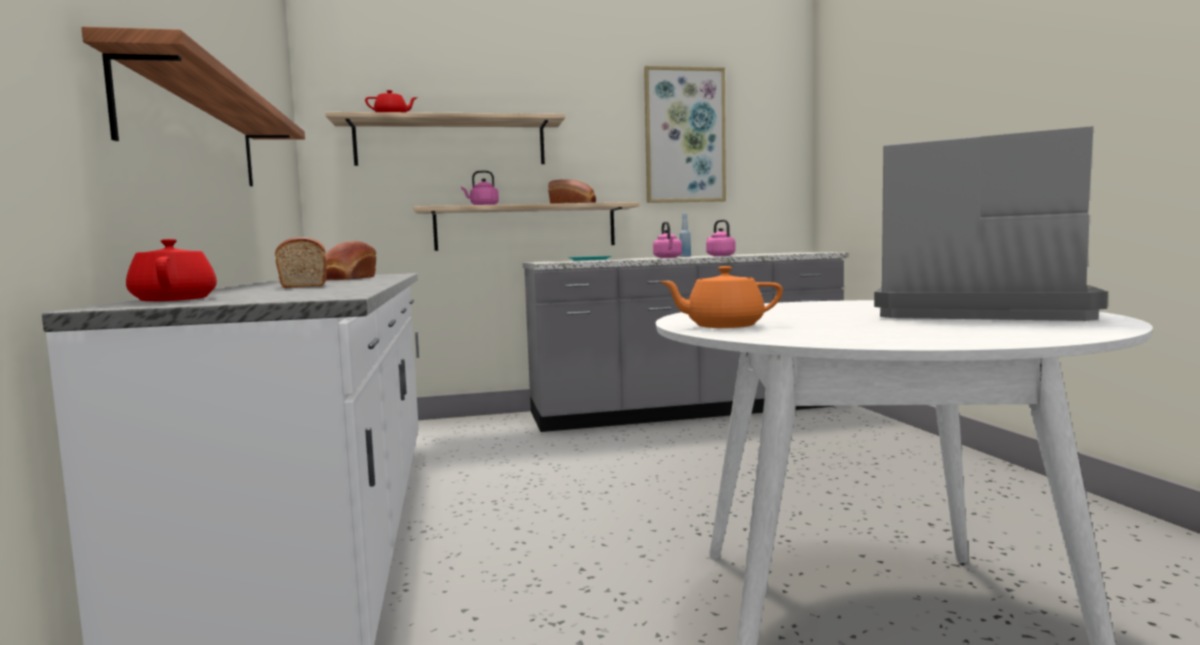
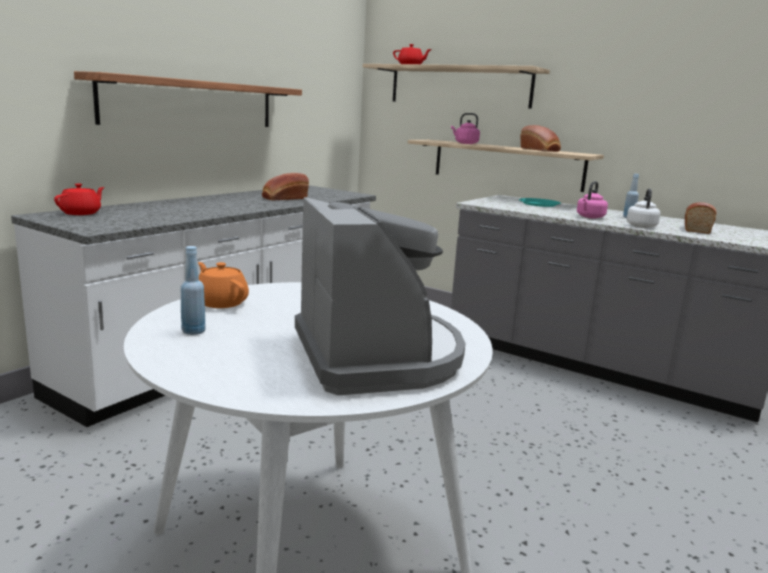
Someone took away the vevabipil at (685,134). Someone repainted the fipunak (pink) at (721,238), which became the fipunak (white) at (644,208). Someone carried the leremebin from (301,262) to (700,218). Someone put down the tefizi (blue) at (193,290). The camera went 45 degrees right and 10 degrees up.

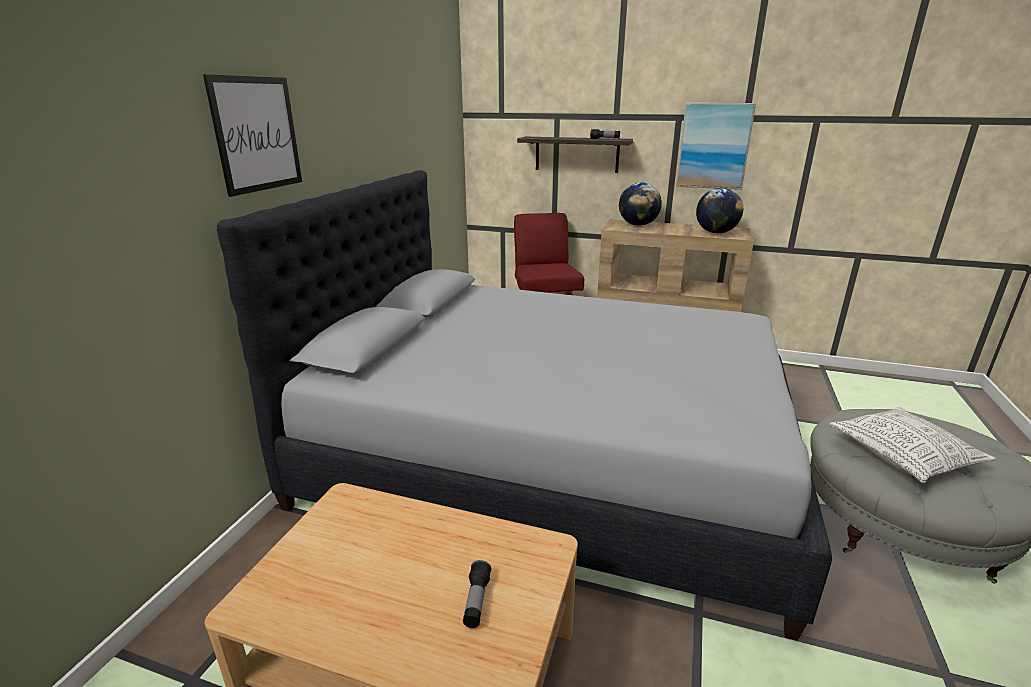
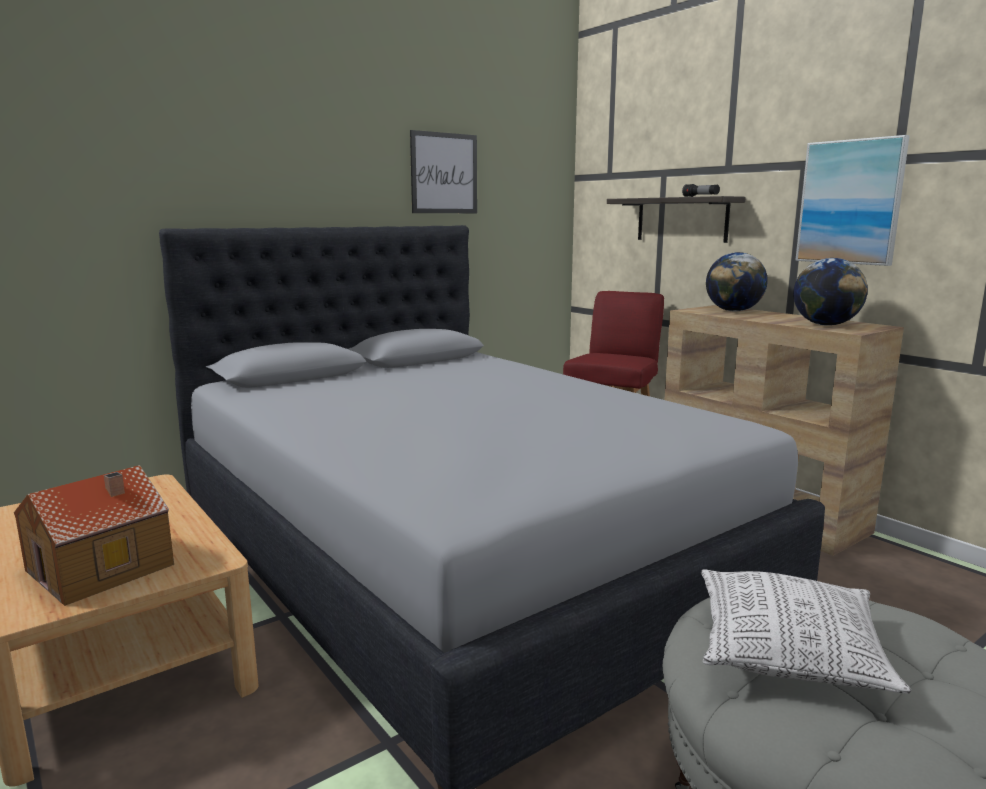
Someone carried the vevabipil from (252,135) to (443,171). Someone swapped the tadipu at (477,594) for the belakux at (94,535). The camera went 35 degrees right and 10 degrees down.

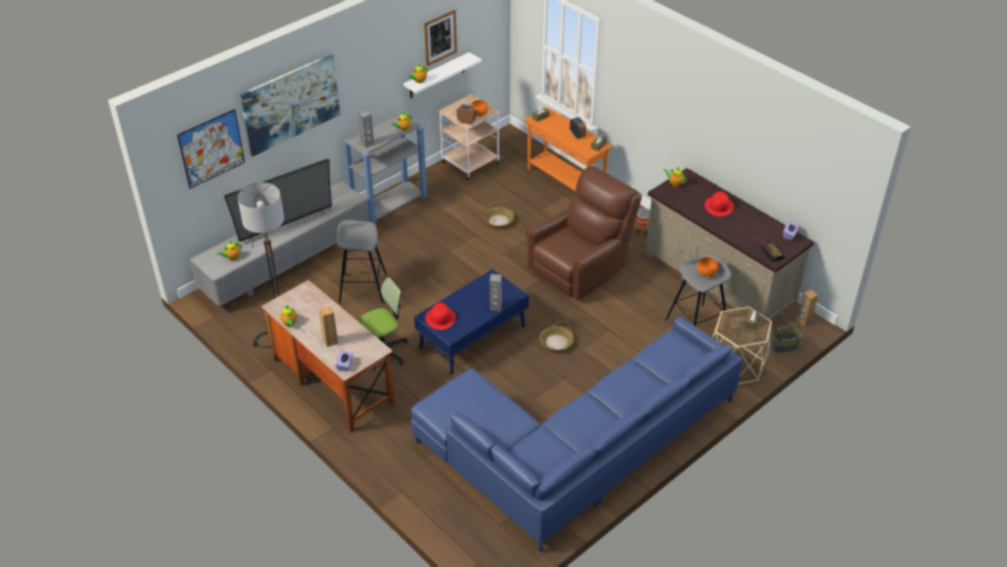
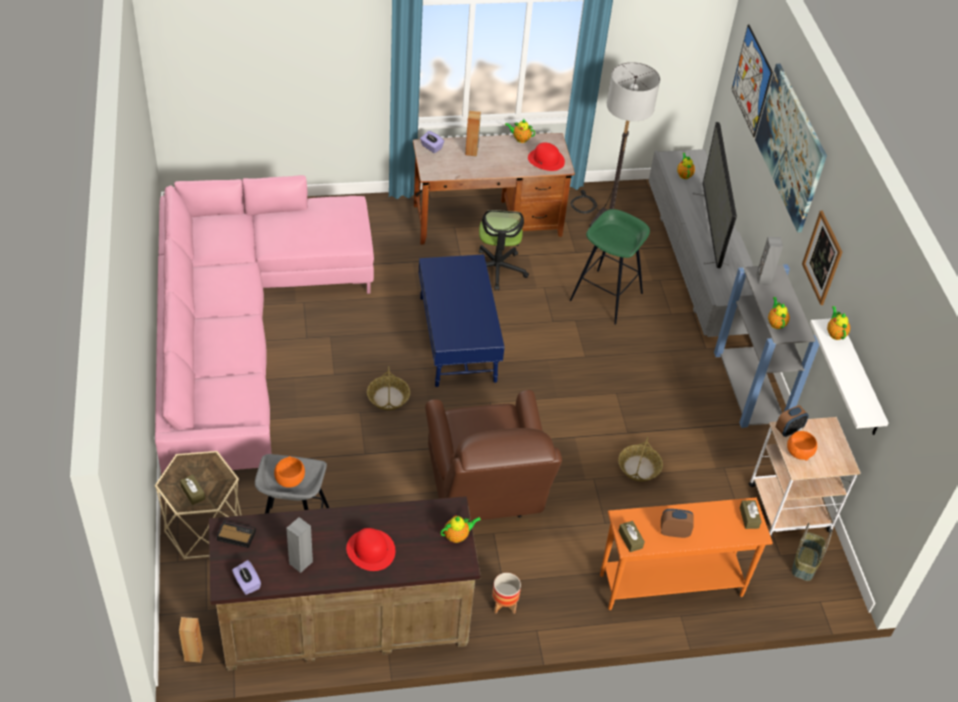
Someone carried the vevabipil from (440,37) to (822,258). Someone repainted the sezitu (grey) at (361,262), which became the sezitu (green) at (610,267). Someone carried the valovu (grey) from (496,292) to (299,545). Someone carried the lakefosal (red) from (440,316) to (546,156). Someone carried the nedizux from (786,333) to (812,552). Someone repainted the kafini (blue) at (577,434), which became the kafini (pink) at (264,324). The camera went 120 degrees right and 5 degrees up.

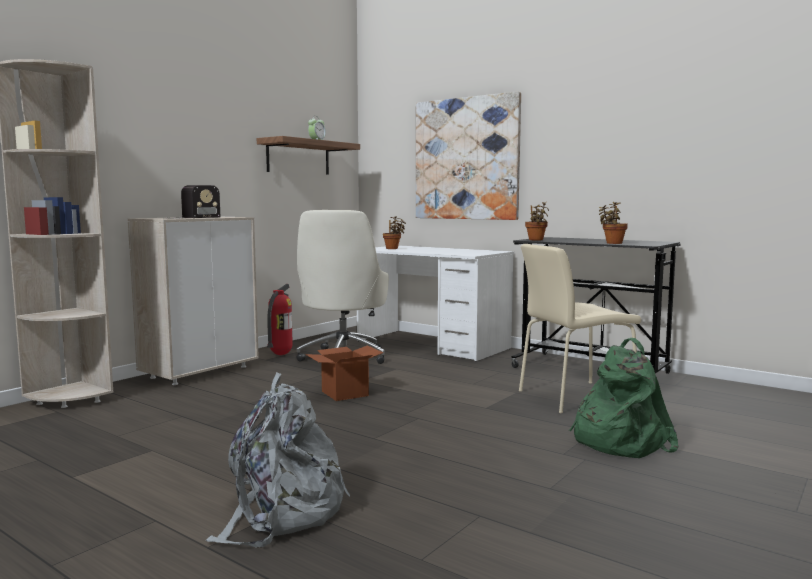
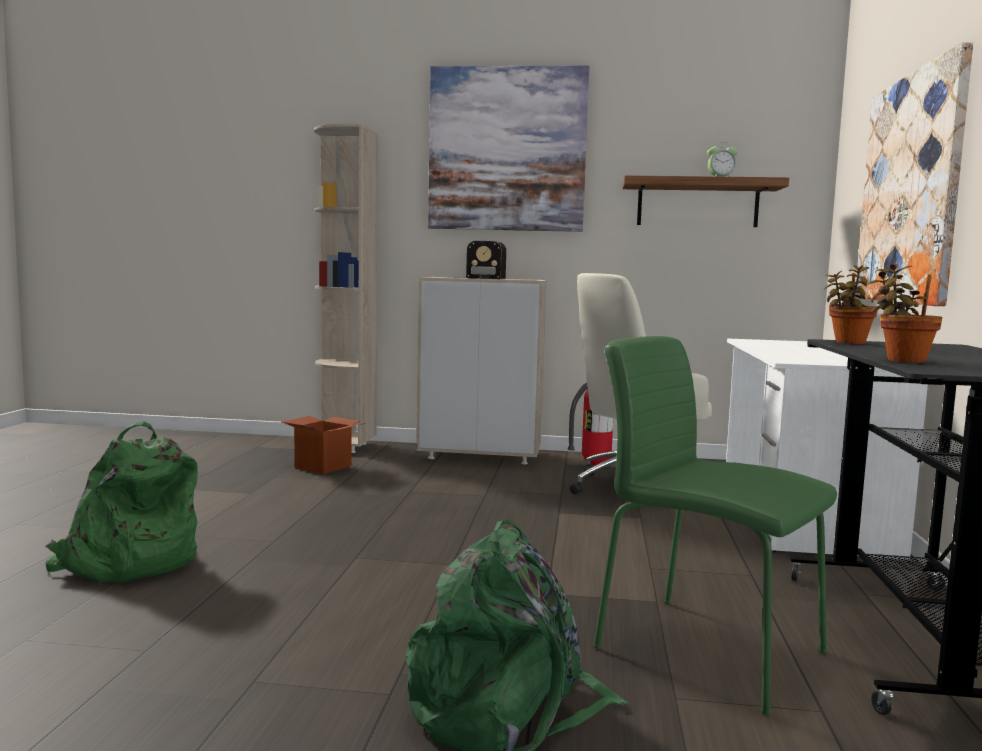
Someone took away the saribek at (394,232). Someone repainted the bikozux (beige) at (580,328), which became the bikozux (green) at (715,525). Someone carried the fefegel from (344,373) to (324,445). Someone repainted the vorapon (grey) at (278,459), which became the vorapon (green) at (121,502). Someone put up the vevabipil at (508,149). The camera went 60 degrees right and 0 degrees up.

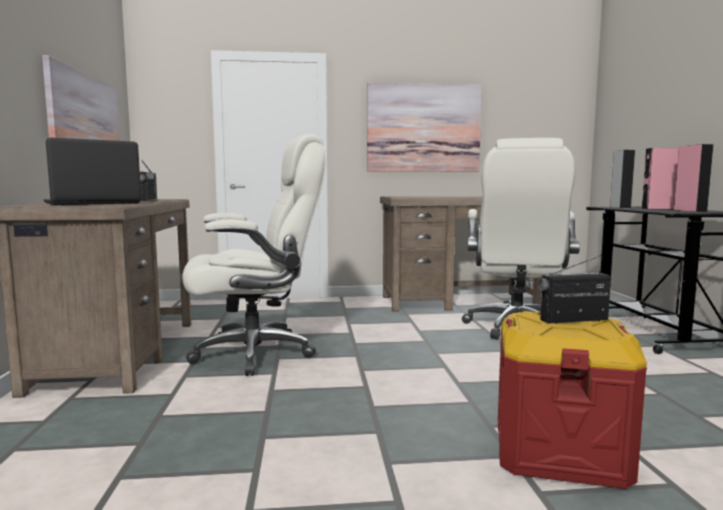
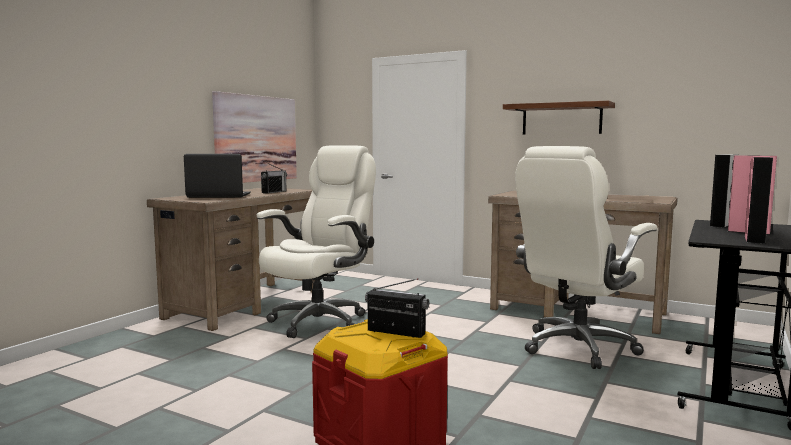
Someone swapped the vevabipil at (424,127) for the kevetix at (559,117). Someone rotated the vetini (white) at (254,255) by 75 degrees counterclockwise. The camera went 35 degrees right and 0 degrees up.

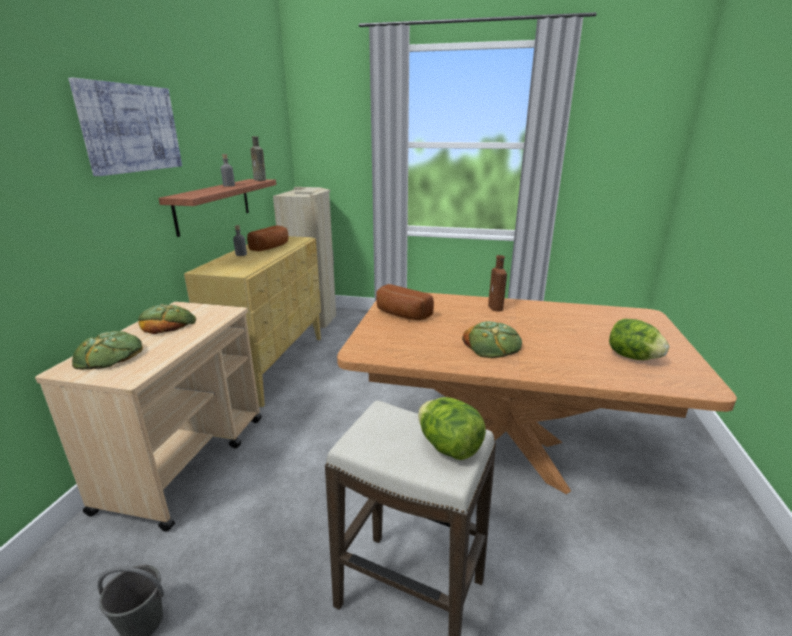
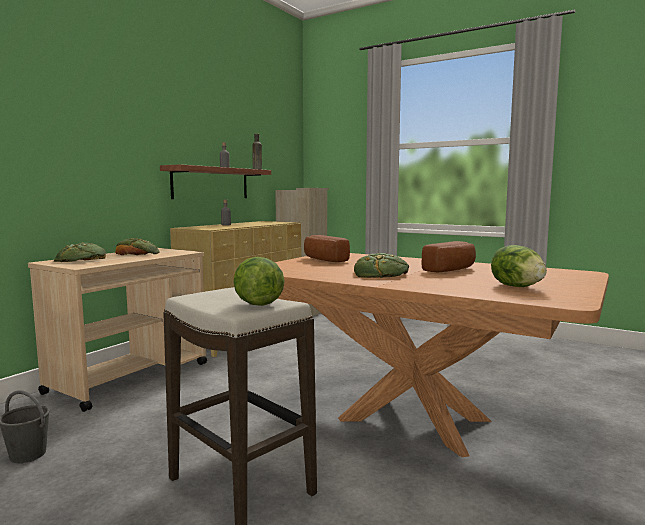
Someone took away the vevabipil at (125,127). Someone carried the leremebin from (267,238) to (449,257). Someone took away the tefizi (brown) at (497,283). The camera went 20 degrees right and 15 degrees down.

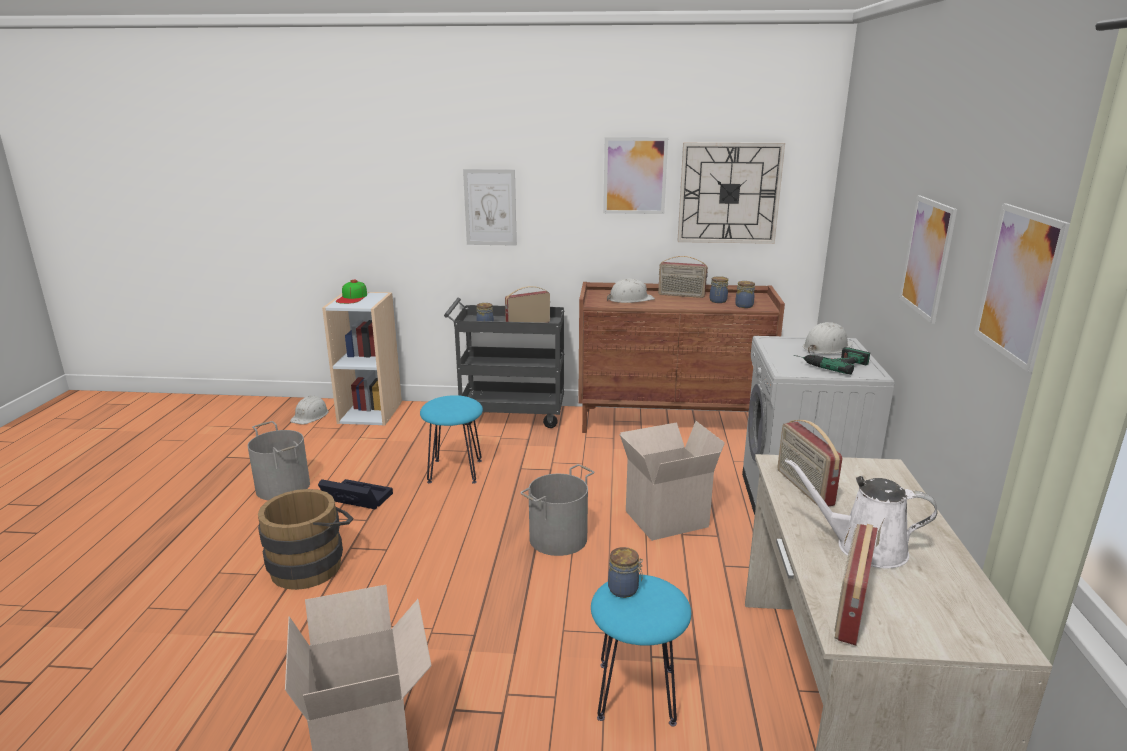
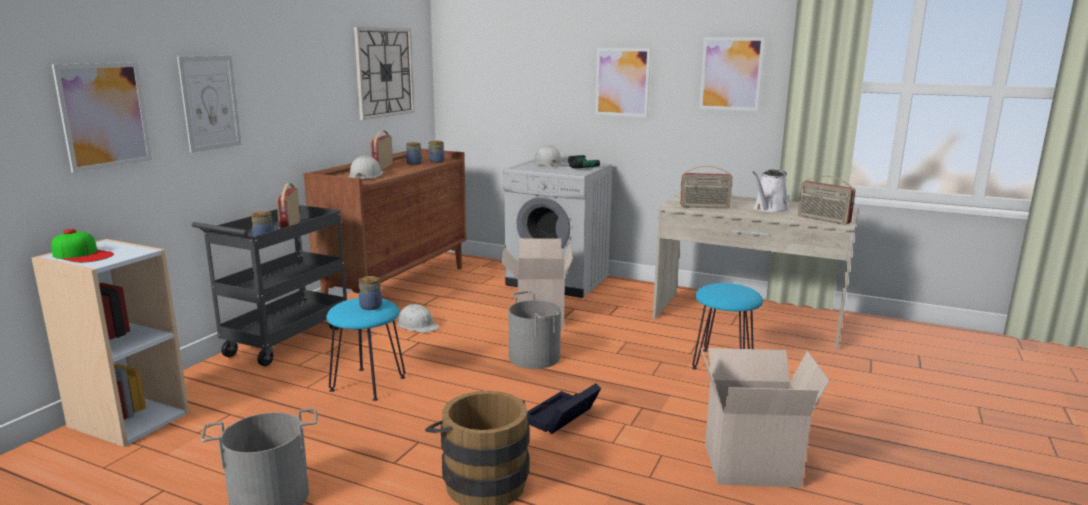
Someone carried the vevabipil from (635,175) to (102,117). Someone rotated the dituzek at (683,277) by 150 degrees clockwise. Someone carried the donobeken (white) from (309,410) to (418,318). Someone carried the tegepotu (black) from (355,494) to (564,408). Someone carried the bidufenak from (625,572) to (370,293). The camera went 70 degrees left and 5 degrees down.

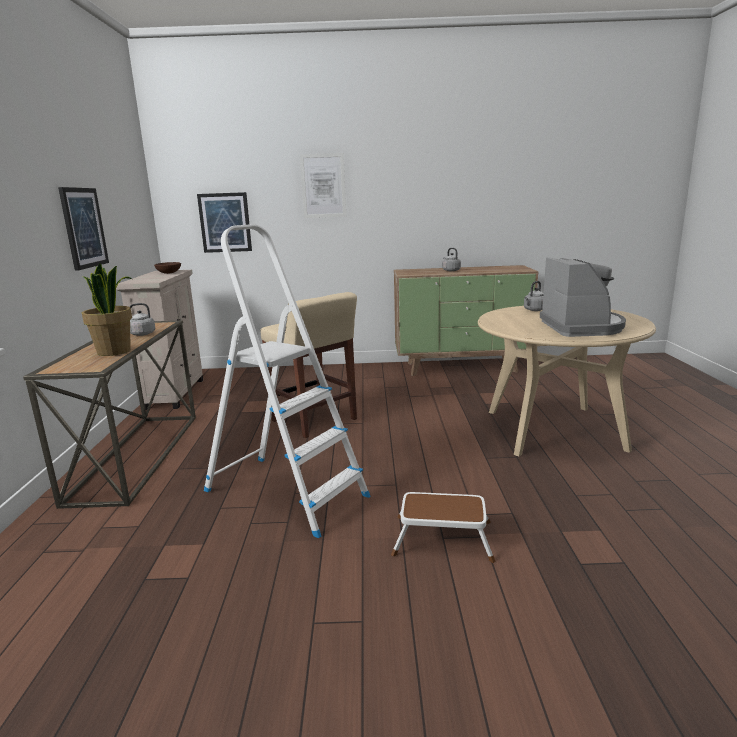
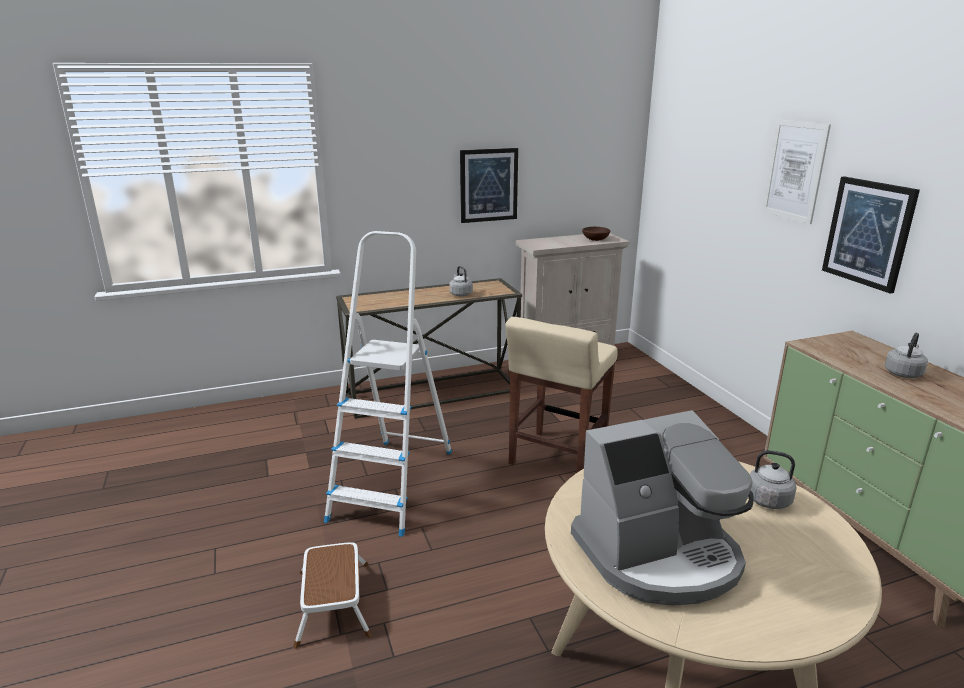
Someone carried the vevabipil from (224,222) to (871,234). Someone took away the saribek at (107,309). The camera went 70 degrees right and 5 degrees up.

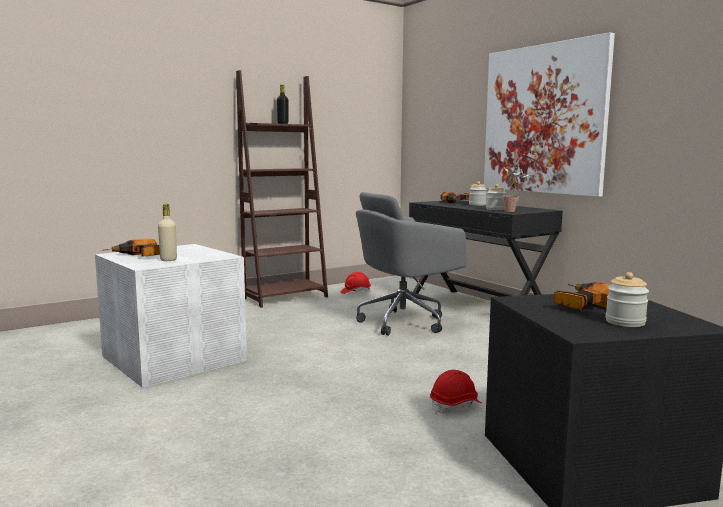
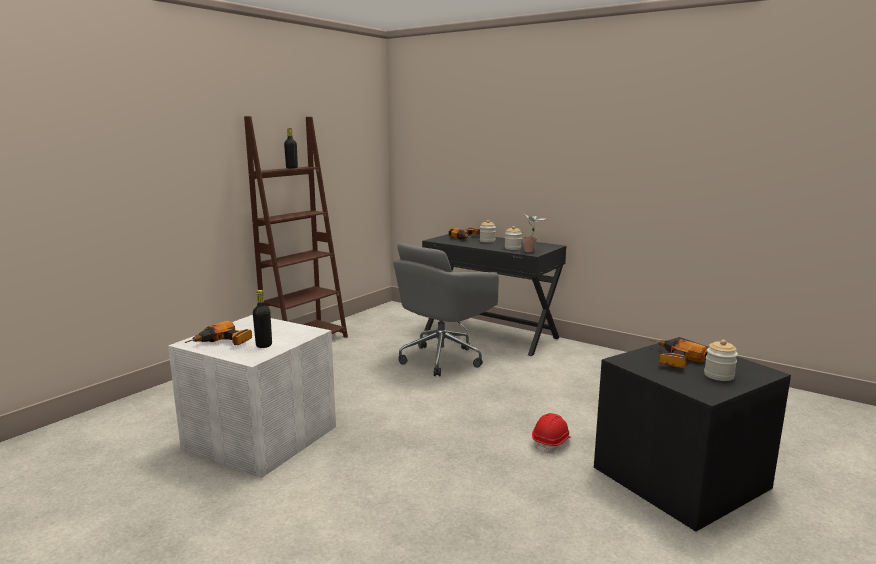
Someone took away the vevabipil at (549,114). Someone repainted the tefizi (beige) at (167,232), which became the tefizi (black) at (262,319). Someone took away the donobeken (red) at (356,283). The camera went 20 degrees left and 5 degrees up.

